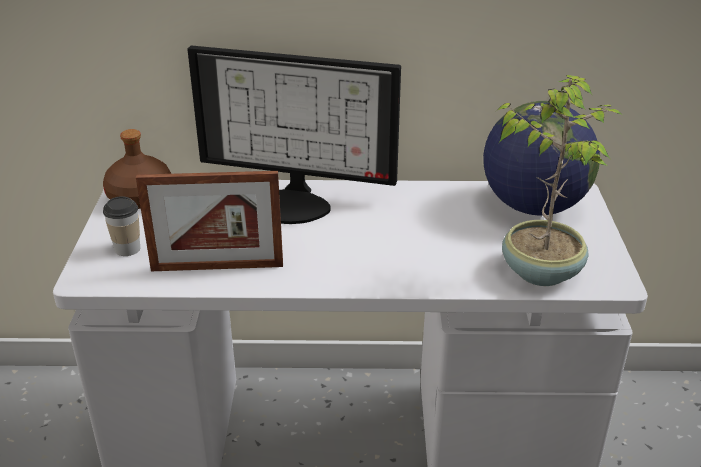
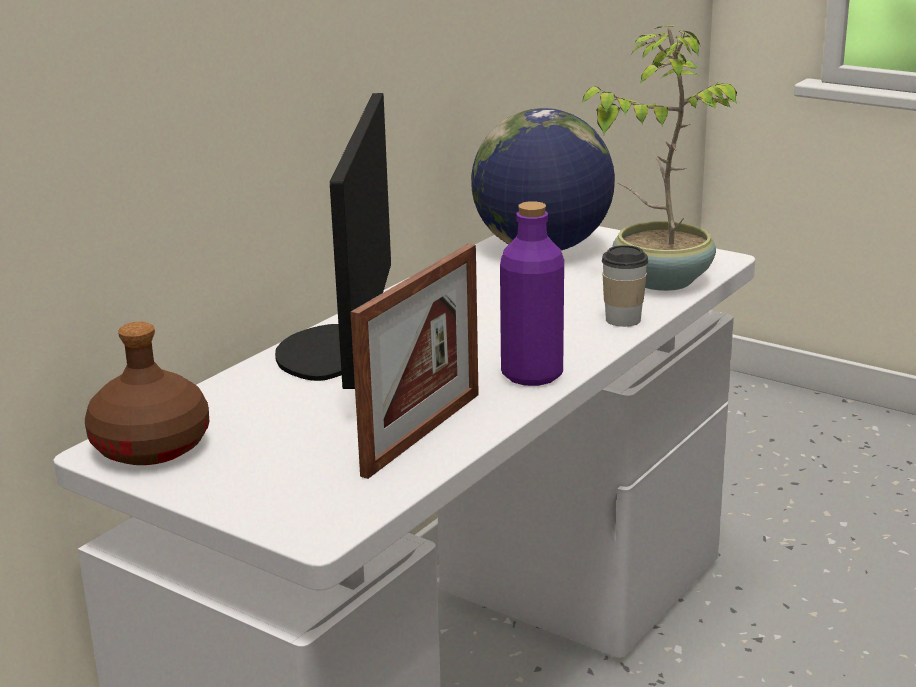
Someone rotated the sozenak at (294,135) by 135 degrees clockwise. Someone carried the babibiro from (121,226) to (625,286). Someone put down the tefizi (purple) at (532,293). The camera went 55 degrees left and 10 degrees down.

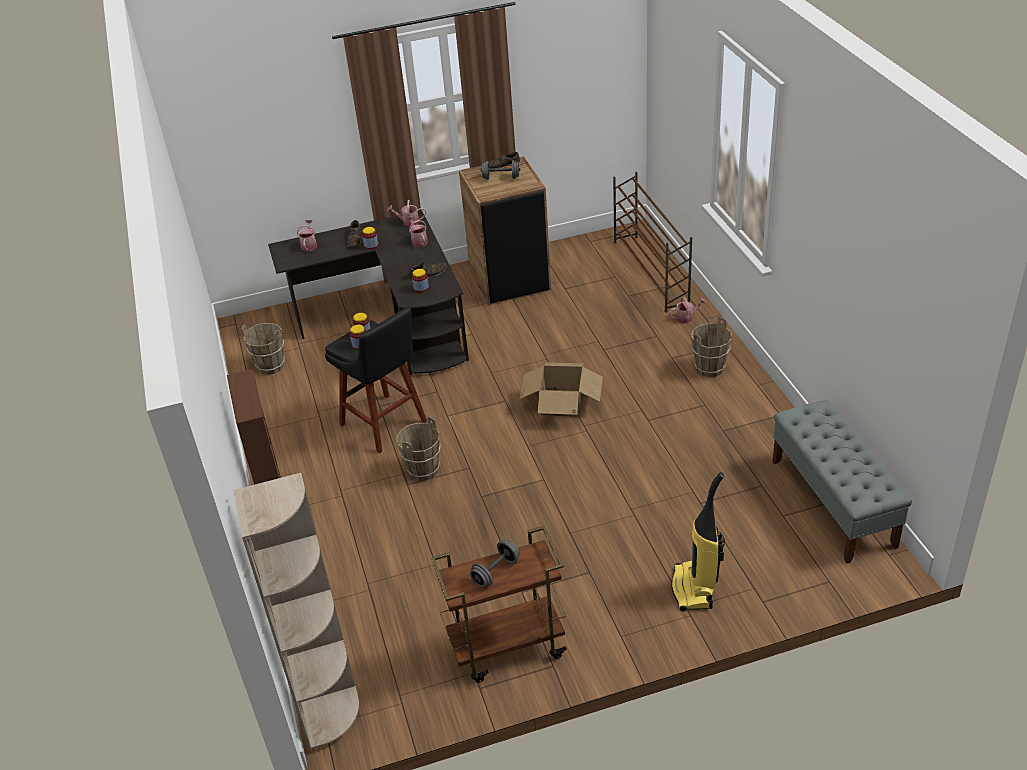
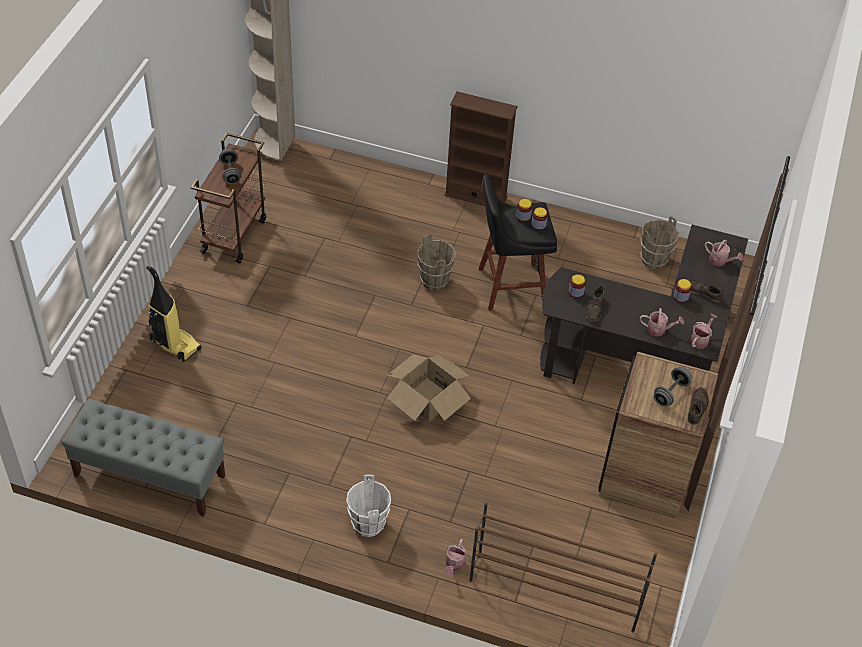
Someone repainted the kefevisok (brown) at (711,347), which became the kefevisok (white) at (368,505). The camera went 120 degrees right and 10 degrees up.

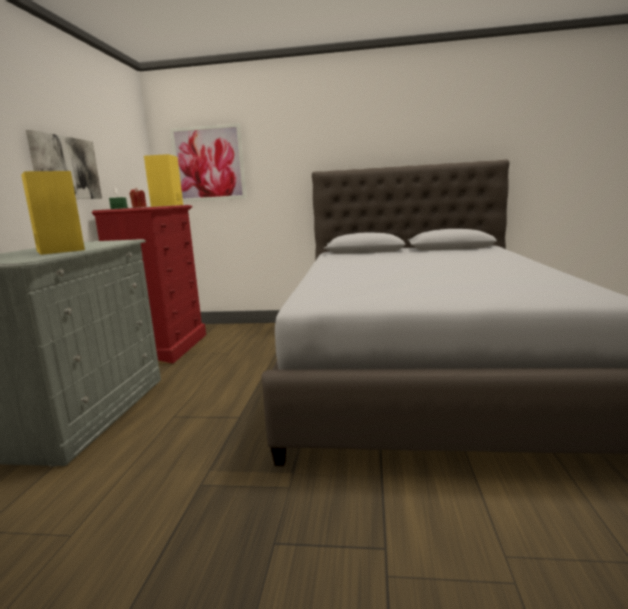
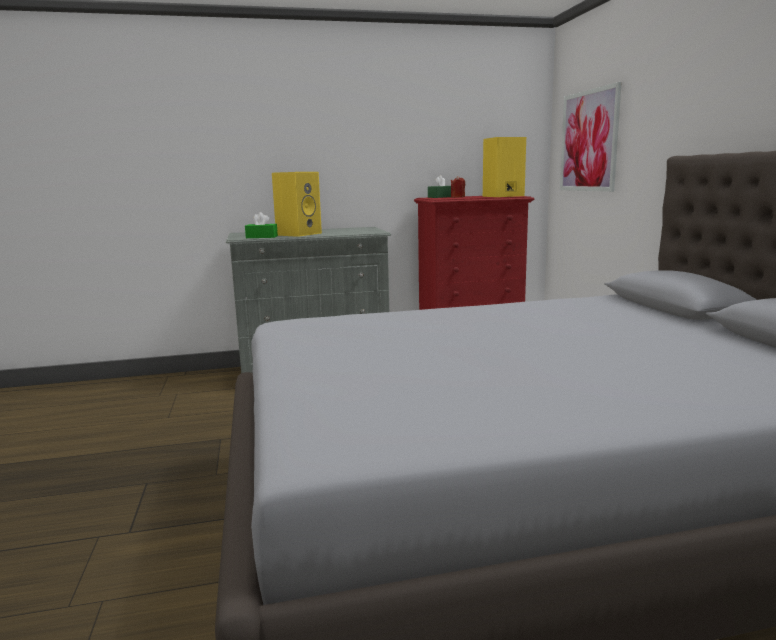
Someone took away the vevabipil at (64,164). Someone put down the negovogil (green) at (261,225). The camera went 70 degrees right and 0 degrees up.

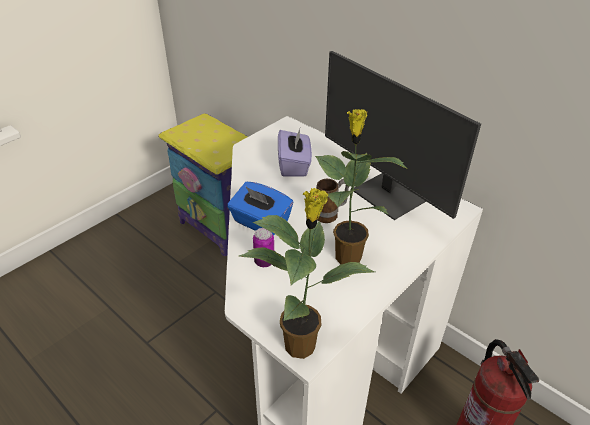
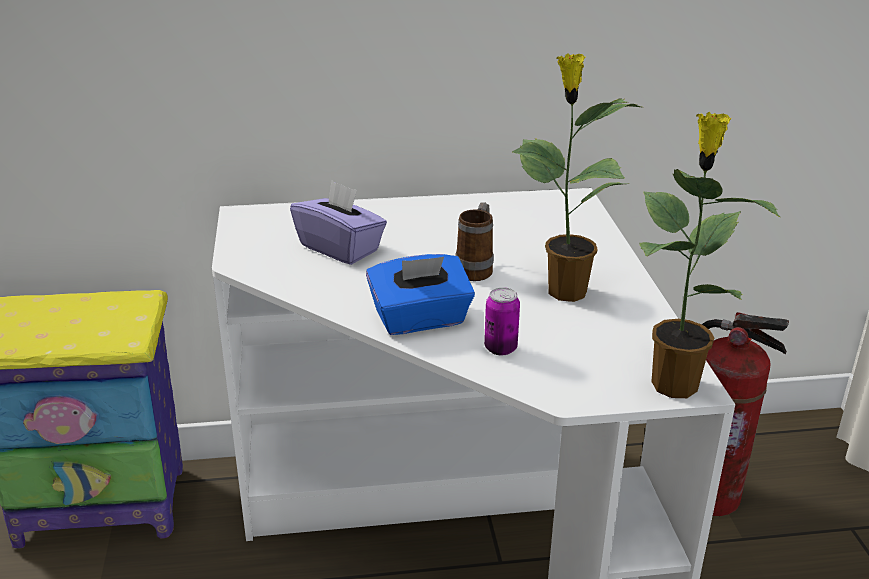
Someone took away the sozenak at (403,135). The camera went 50 degrees left and 10 degrees down.

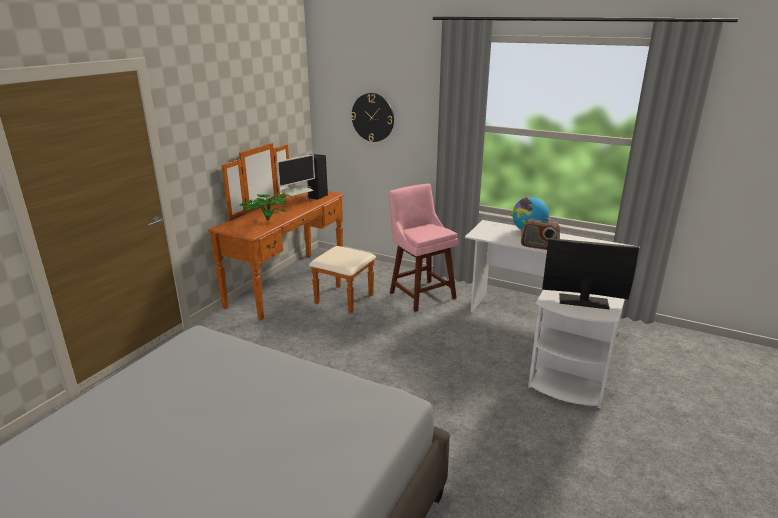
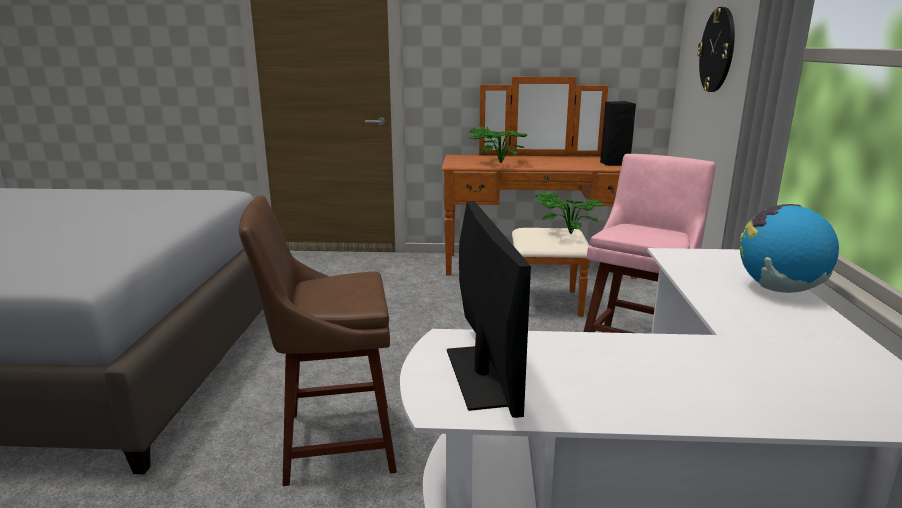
Someone took away the sozenak at (295,178). Someone took away the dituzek at (540,234). Someone put down the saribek at (569,212). Someone put down the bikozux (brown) at (318,340). The camera went 65 degrees right and 5 degrees down.

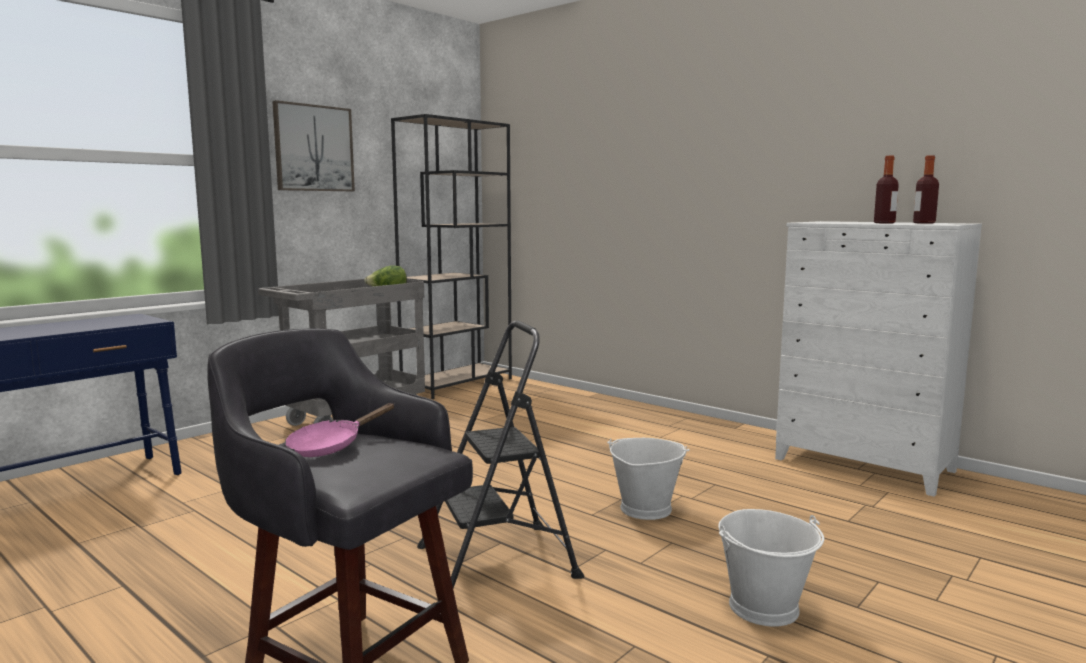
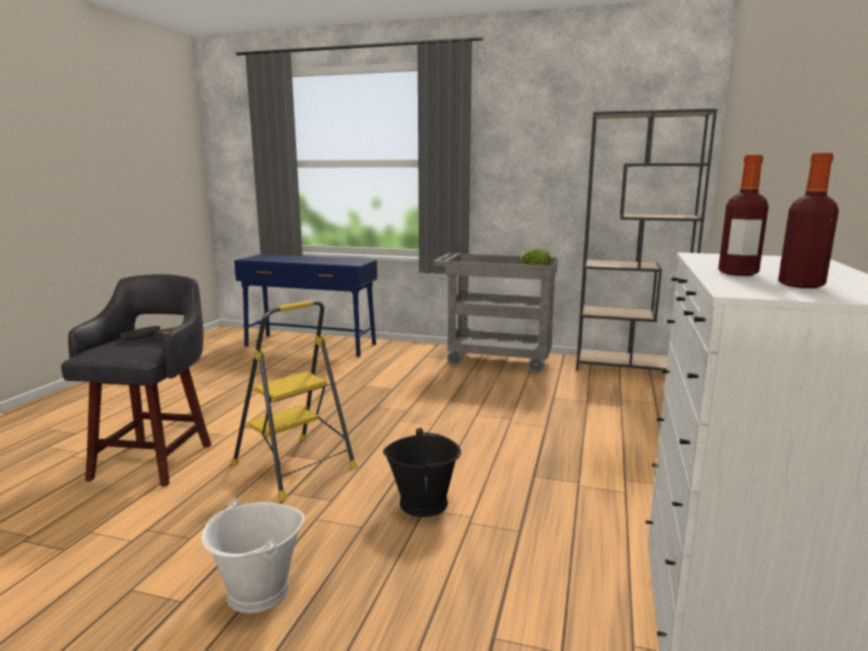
Someone took away the vevabipil at (313,145). Someone repainted the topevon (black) at (500,454), which became the topevon (yellow) at (294,400). Someone repainted the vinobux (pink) at (340,430), which became the vinobux (black) at (147,333). Someone repainted the kefevisok (white) at (648,479), which became the kefevisok (black) at (422,472). The camera went 65 degrees right and 5 degrees up.

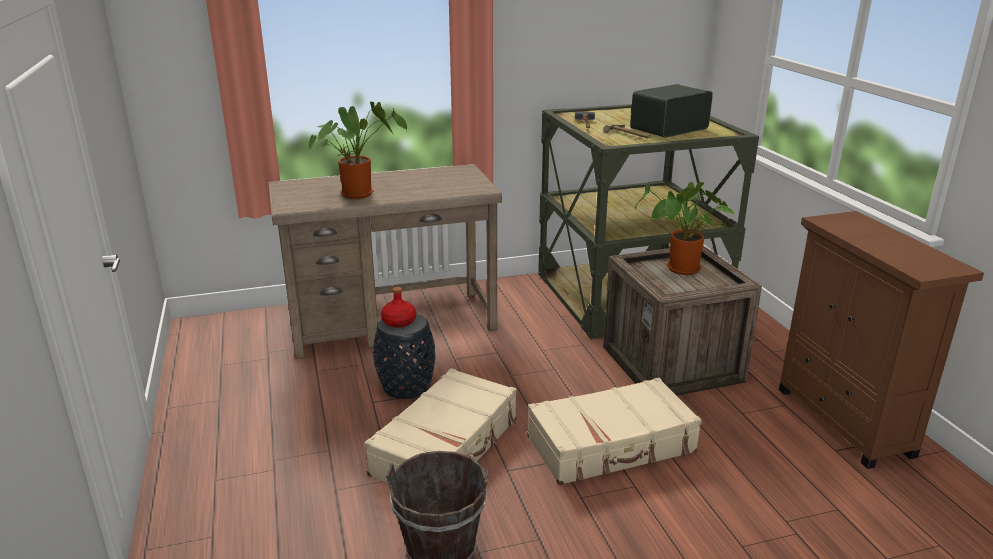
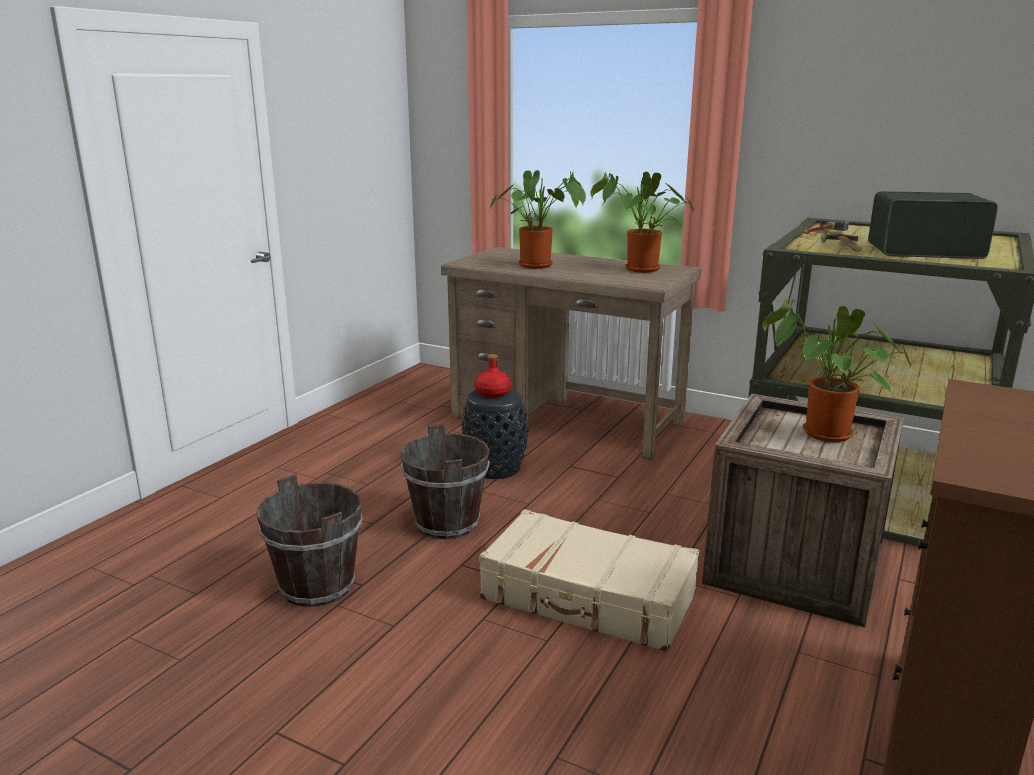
Someone swapped the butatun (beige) at (441,429) for the kefevisok (brown) at (445,481). Someone put down the saribek at (642,222). The camera went 45 degrees right and 5 degrees down.

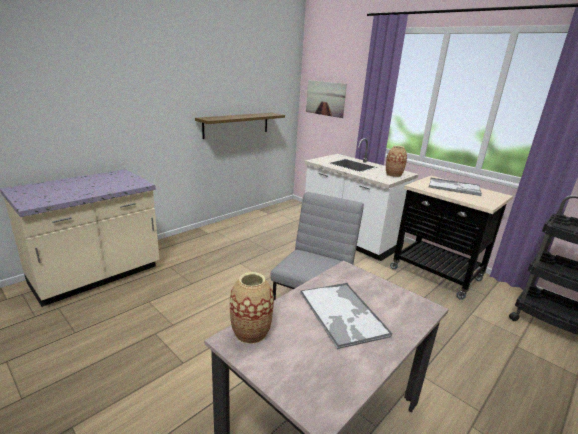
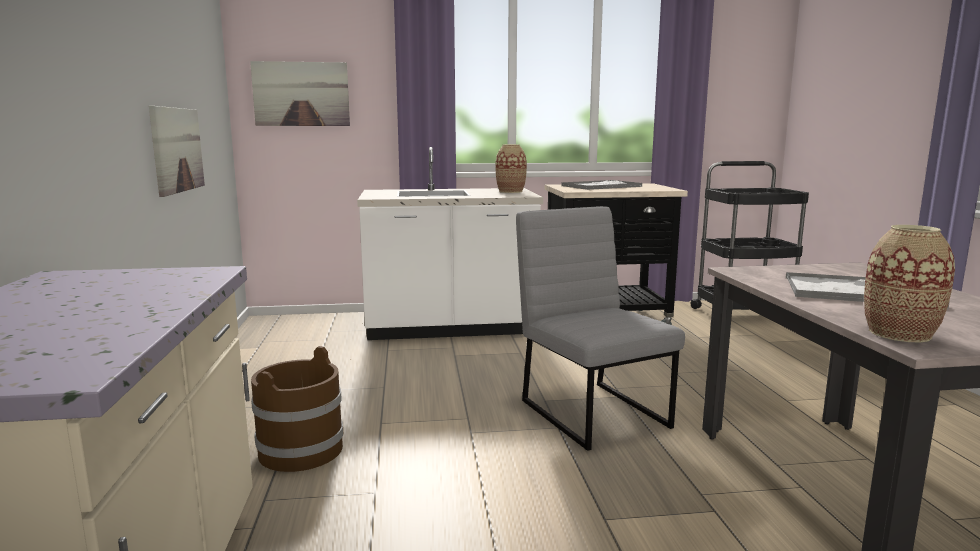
Someone swapped the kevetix at (240,126) for the vevabipil at (177,151). Someone put down the kefevisok (brown) at (297,409). The camera went 50 degrees left and 10 degrees down.

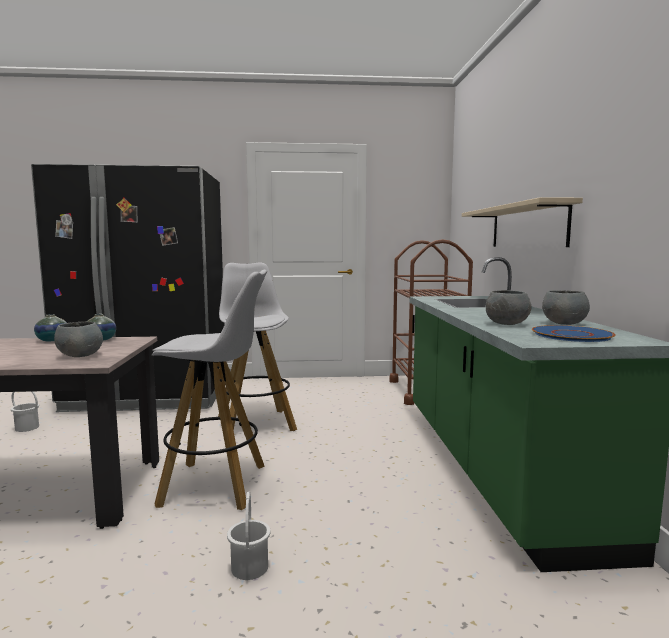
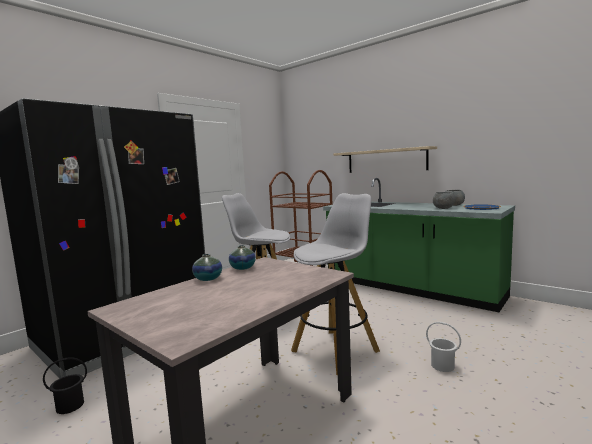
Someone took away the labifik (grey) at (78,339). Someone repainted the kefevisok (white) at (25,411), which became the kefevisok (black) at (65,385). The camera went 45 degrees left and 0 degrees up.

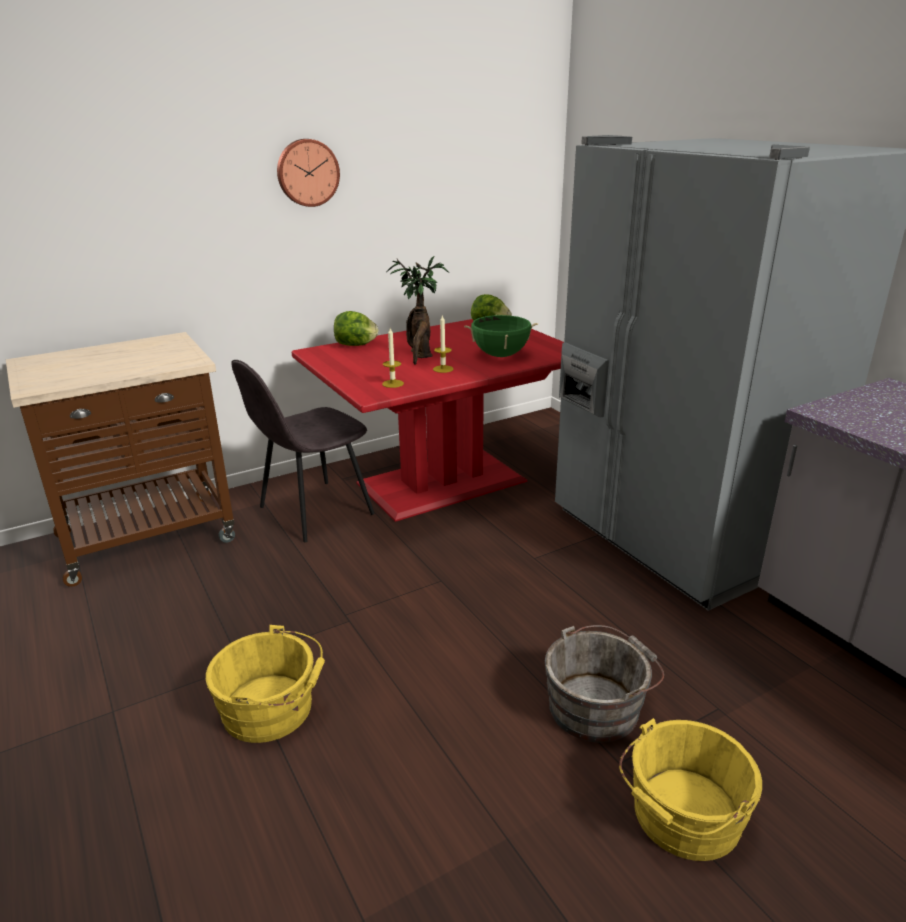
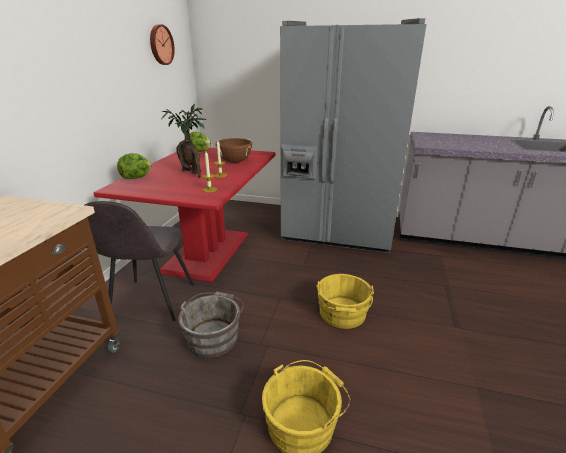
Someone carried the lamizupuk from (308,173) to (162,44). Someone repainted the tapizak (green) at (501,336), which became the tapizak (brown) at (233,150). Someone carried the kefevisok (grey) from (604,684) to (211,324). Someone carried the kefevisok (yellow) from (690,789) to (345,301). The camera went 45 degrees left and 0 degrees up.

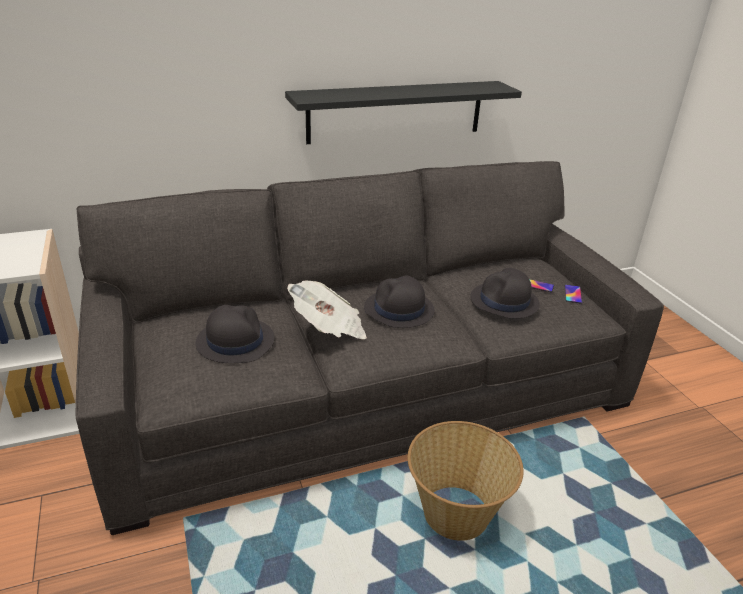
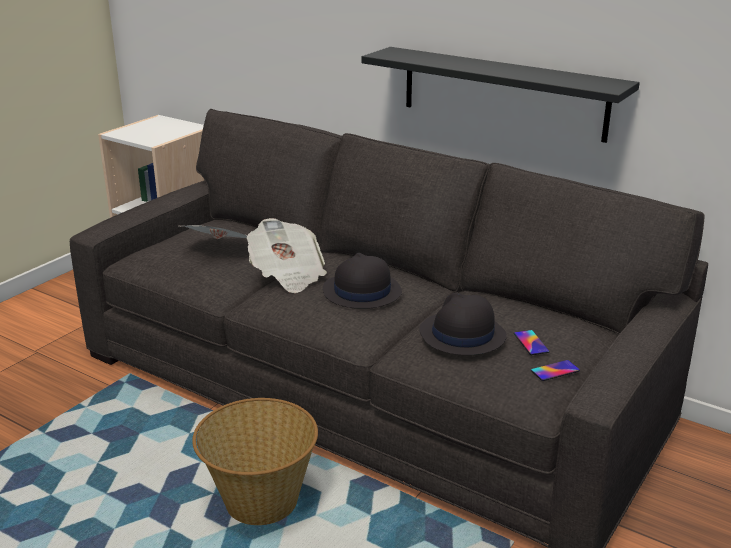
Someone swapped the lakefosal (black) at (235,334) for the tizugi at (215,232). The camera went 55 degrees right and 5 degrees down.

